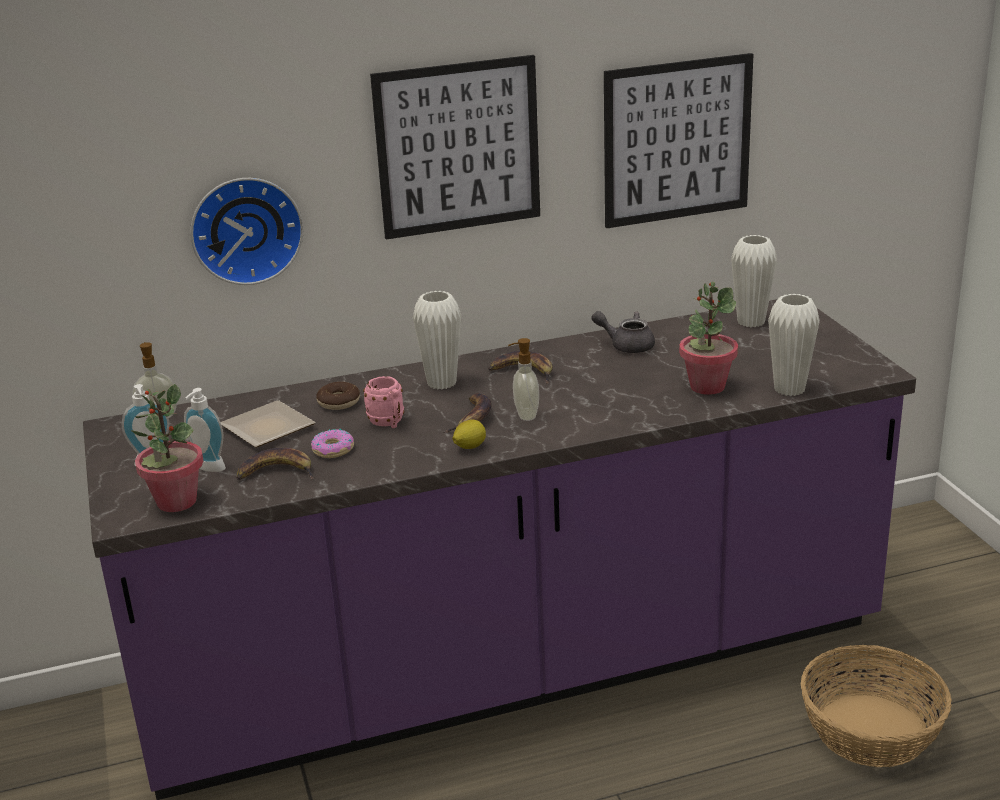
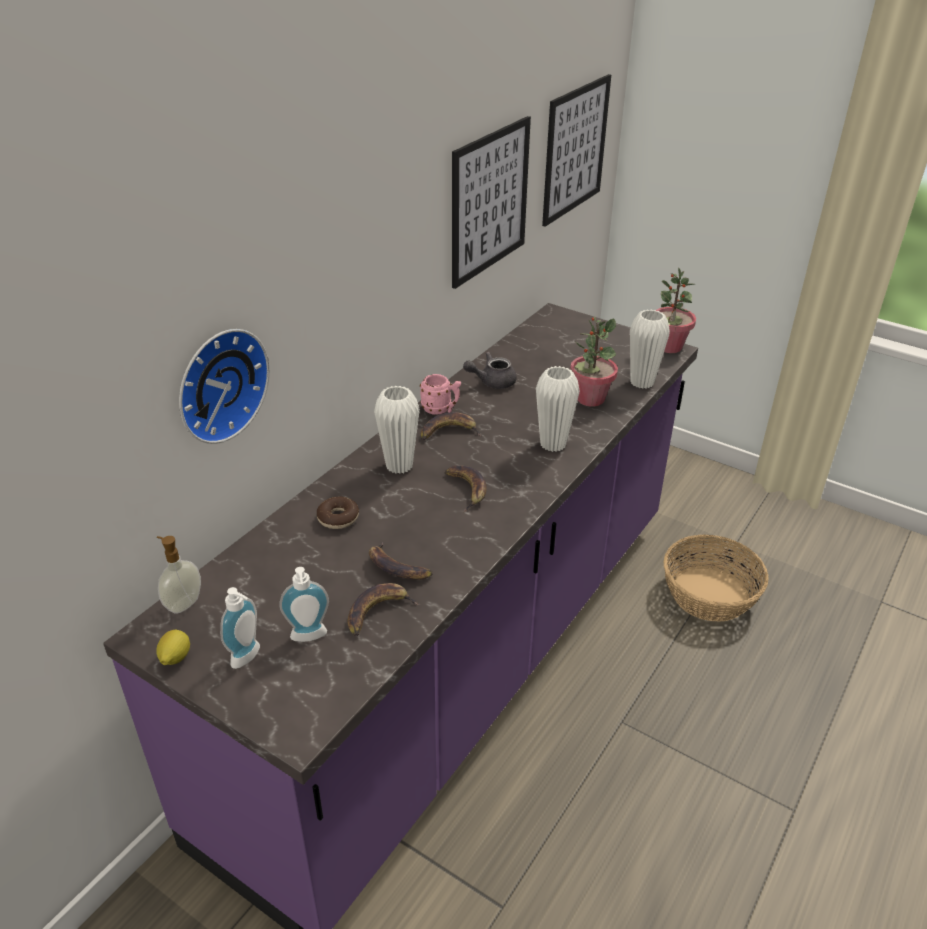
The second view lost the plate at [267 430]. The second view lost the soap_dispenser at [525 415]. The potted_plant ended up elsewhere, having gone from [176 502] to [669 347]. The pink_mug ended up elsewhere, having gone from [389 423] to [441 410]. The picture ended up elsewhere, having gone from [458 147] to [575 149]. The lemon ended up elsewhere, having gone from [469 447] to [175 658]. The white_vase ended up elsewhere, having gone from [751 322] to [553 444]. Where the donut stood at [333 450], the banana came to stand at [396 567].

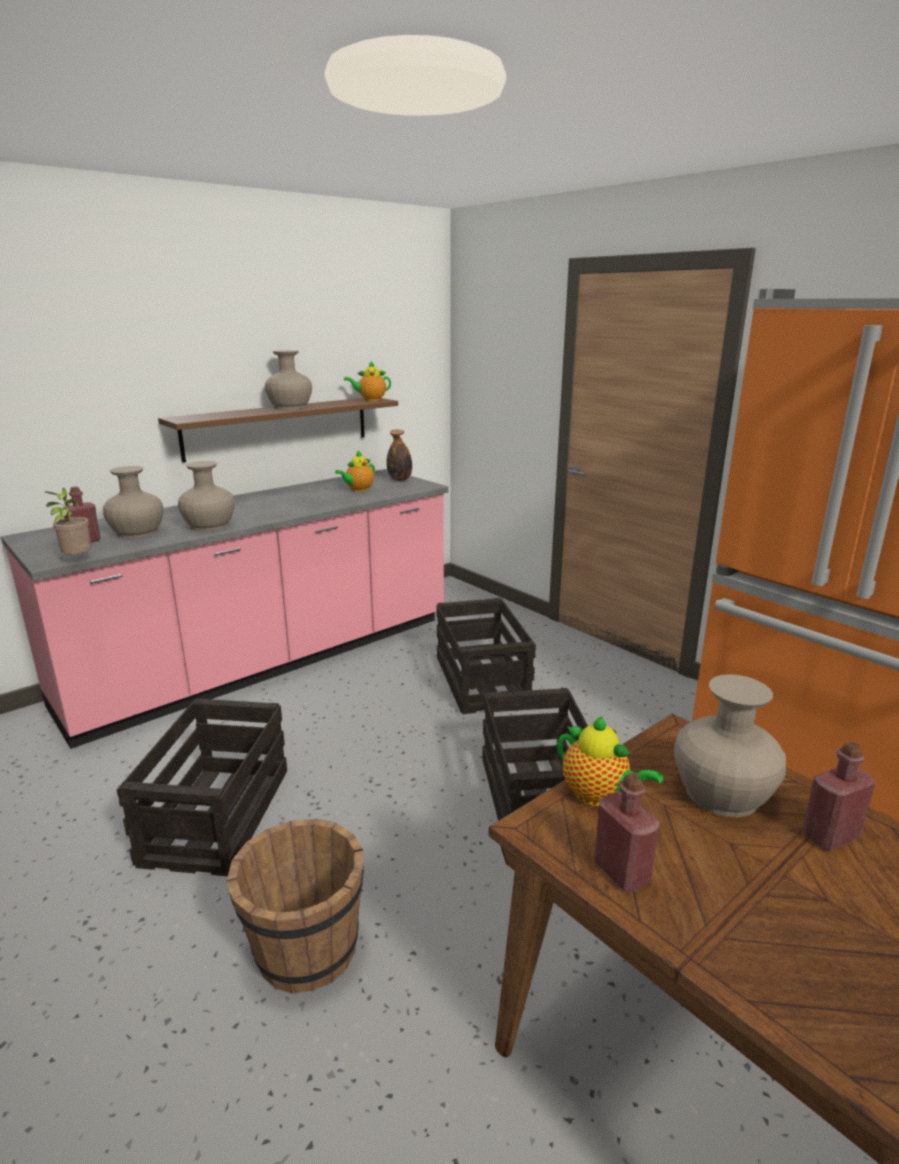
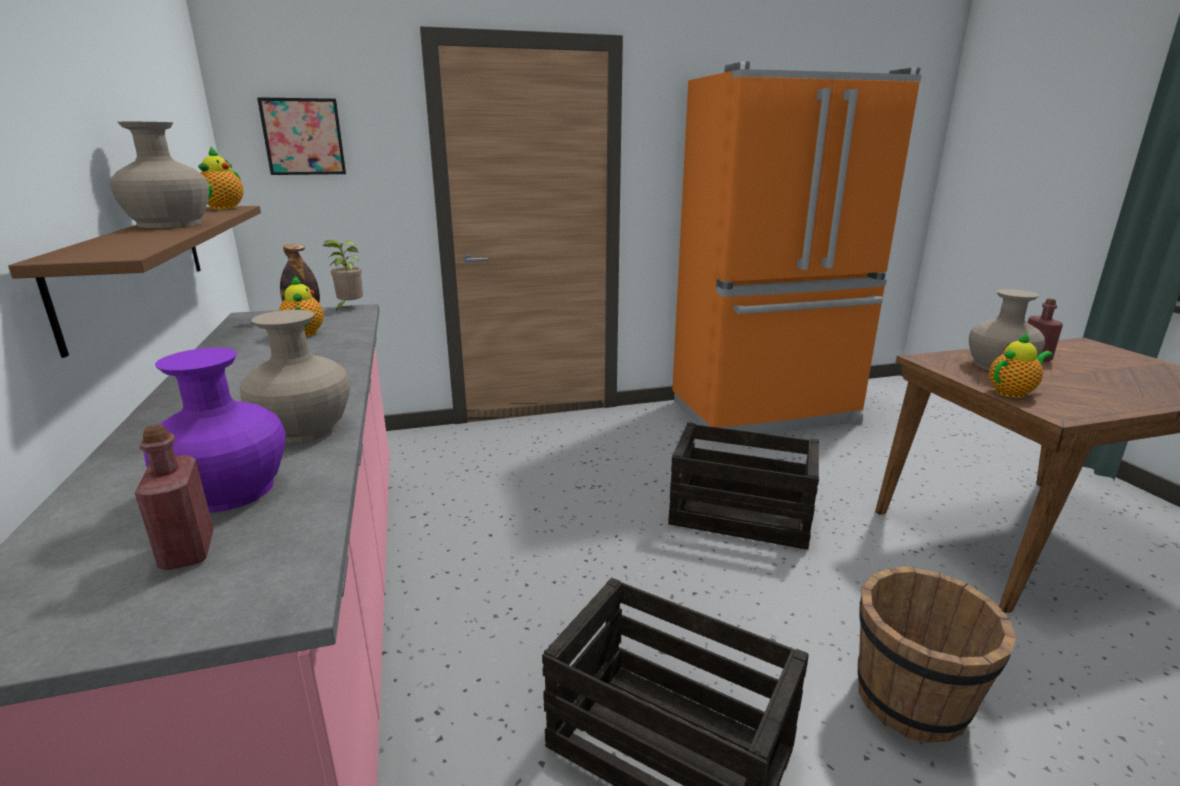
The second view lost the crate at [482 681]. The second view lost the red_bottle at [621 872]. The second view gained the picture at [303 137]. The potted_plant ended up elsewhere, having gone from [77 561] to [349 307]. What was the beige_vase at [137 532] turned into the purple_vase at [228 490].

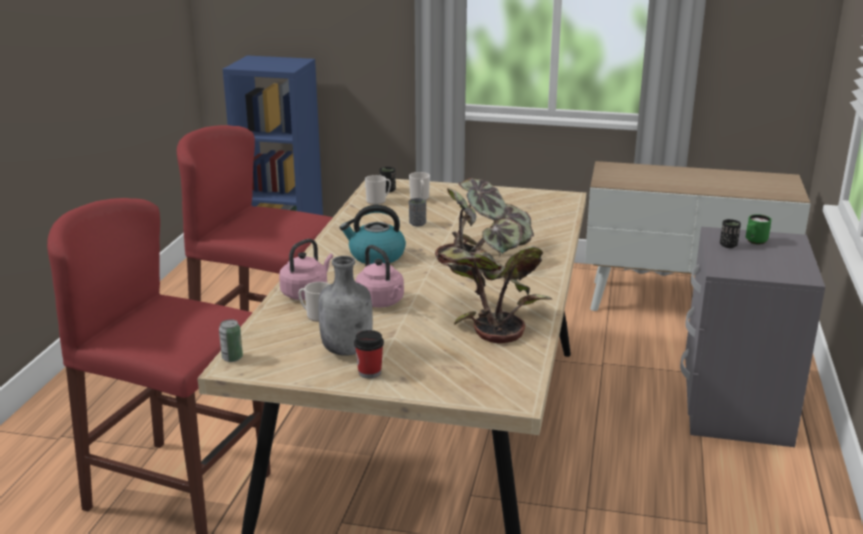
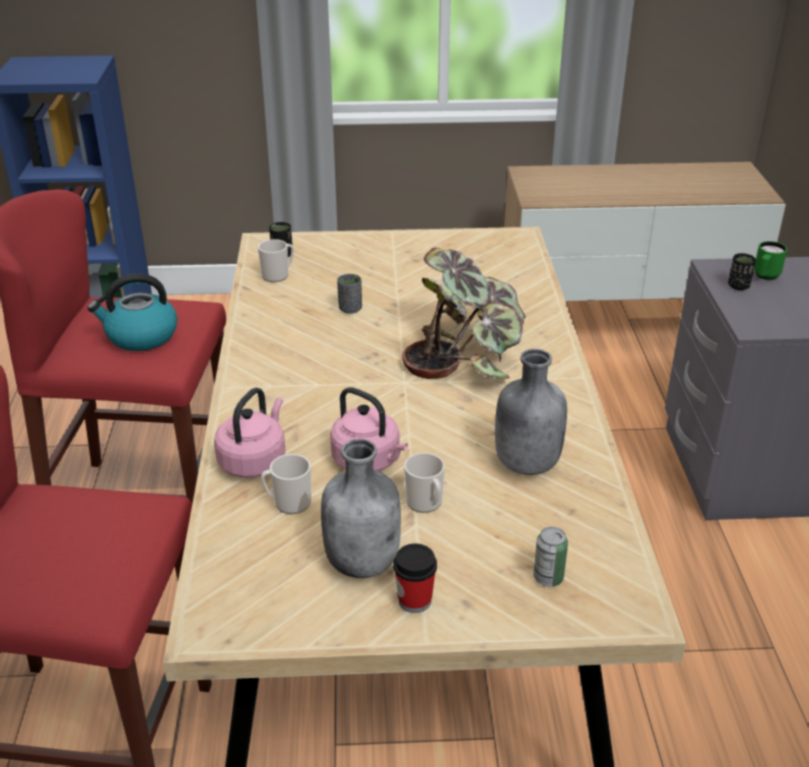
The can ended up elsewhere, having gone from [232 358] to [548 578]. The kettle ended up elsewhere, having gone from [376 256] to [140 336]. The mug ended up elsewhere, having gone from [420 199] to [426 503]. Where the potted_plant stood at [488 317], the grey_bottle came to stand at [525 464].

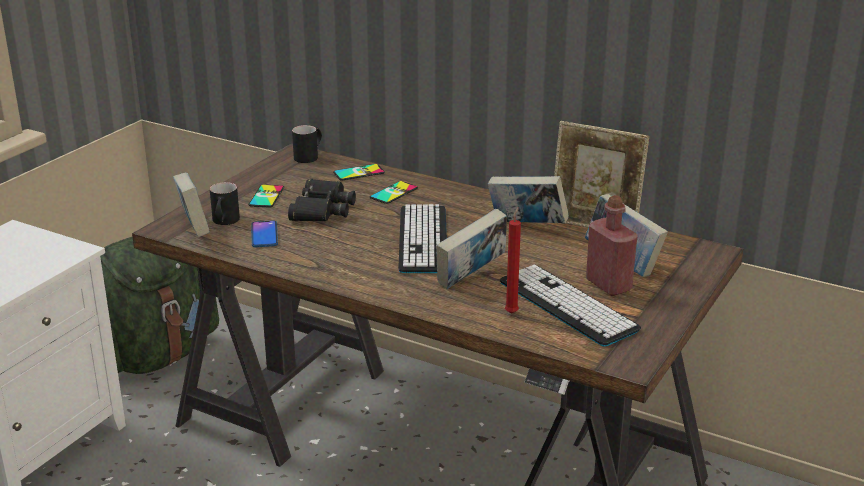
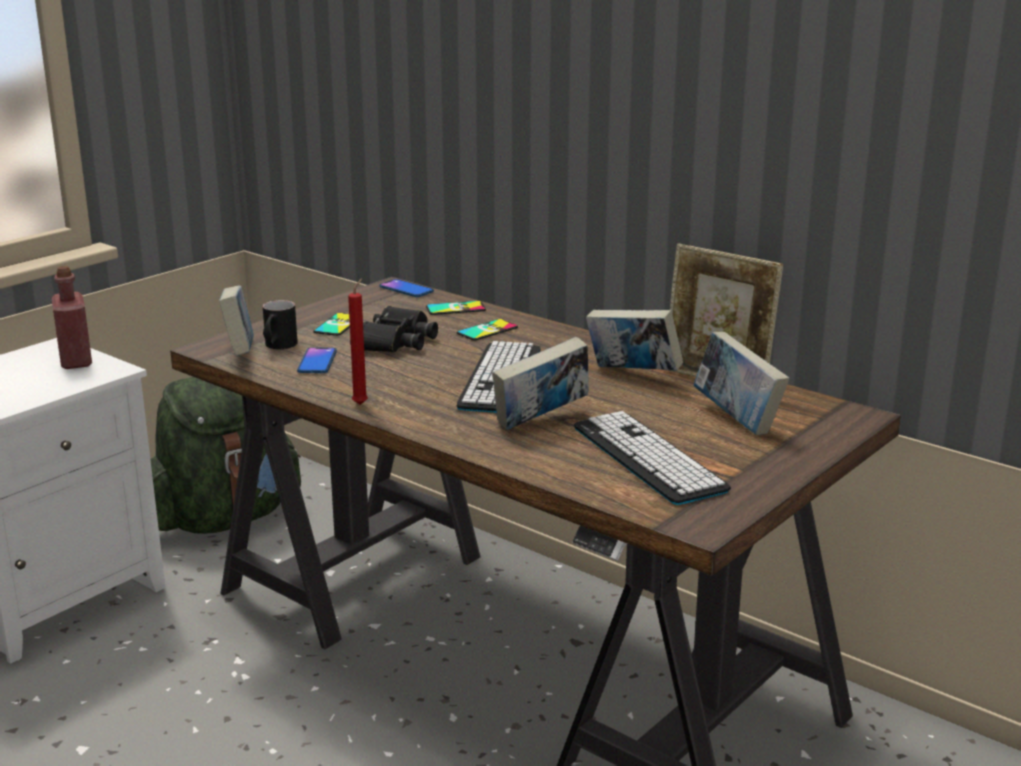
The red_candle ended up elsewhere, having gone from [512 312] to [361 403]. The red_bottle ended up elsewhere, having gone from [608 285] to [76 361]. Where the black_mug stood at [309 156], the phone came to stand at [406 289].

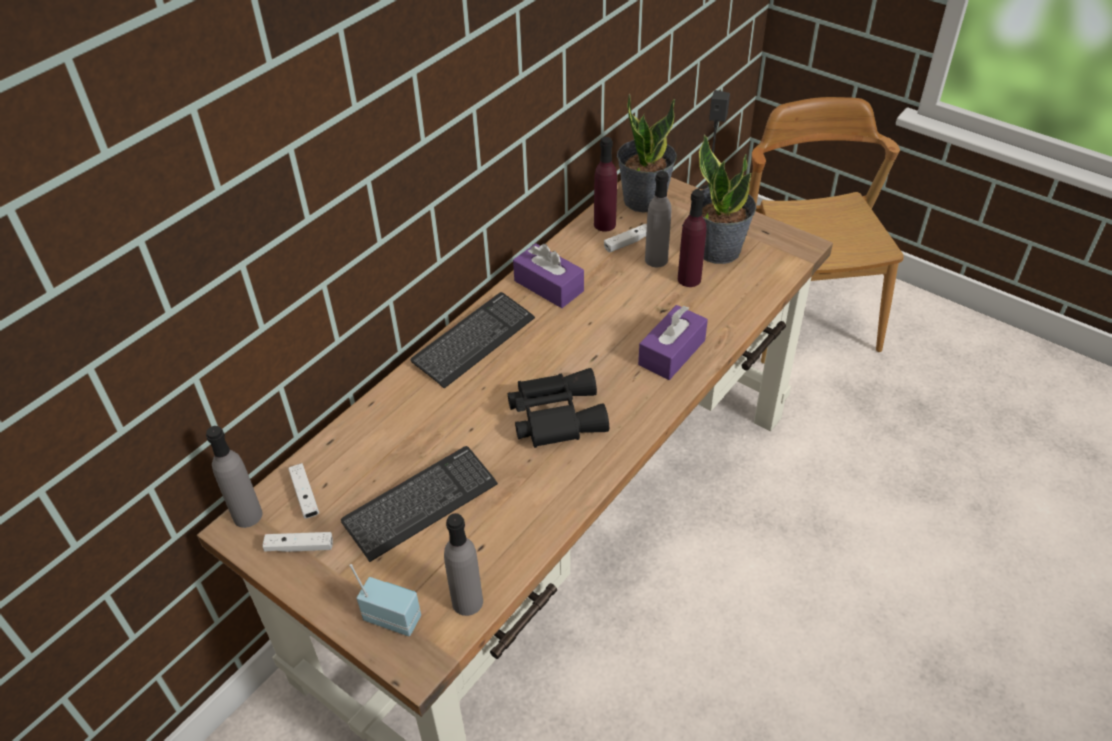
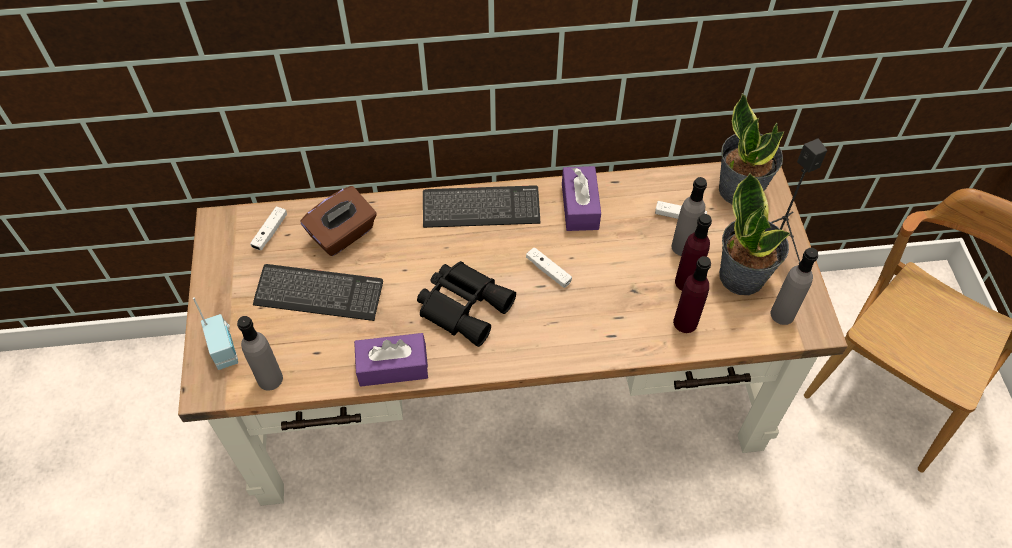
The second view gained the brown_tissue_box at [343 234]. The grey_bottle ended up elsewhere, having gone from [247 515] to [782 314]. The white_game_controller ended up elsewhere, having gone from [299 547] to [548 271]. The purple_bottle ended up elsewhere, having gone from [604 224] to [685 322]. The purple_tissue_box ended up elsewhere, having gone from [672 352] to [392 366].

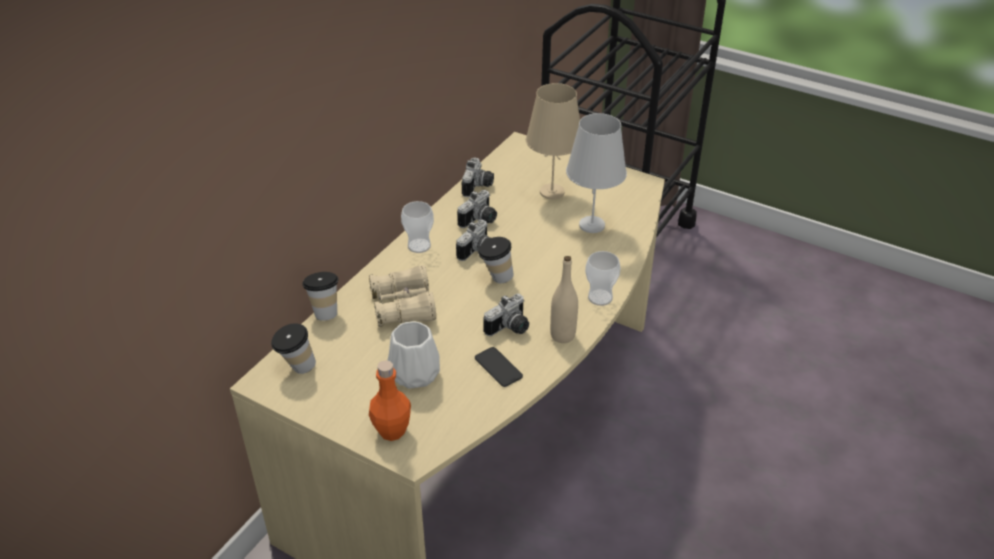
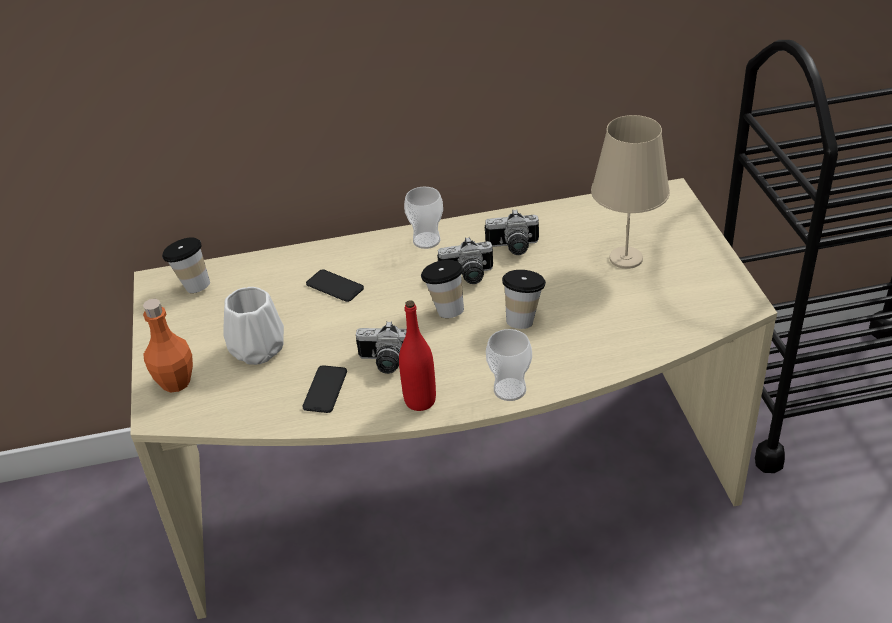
The second view lost the photo_camera at [479 186]. The second view lost the white_table_lamp at [592 225]. The cup ended up elsewhere, having gone from [325 312] to [523 319]. Where the beige_binoculars stood at [403 307], the phone came to stand at [335 286]. What was the beige_bottle at [562 335] turned into the red_bottle at [420 401].

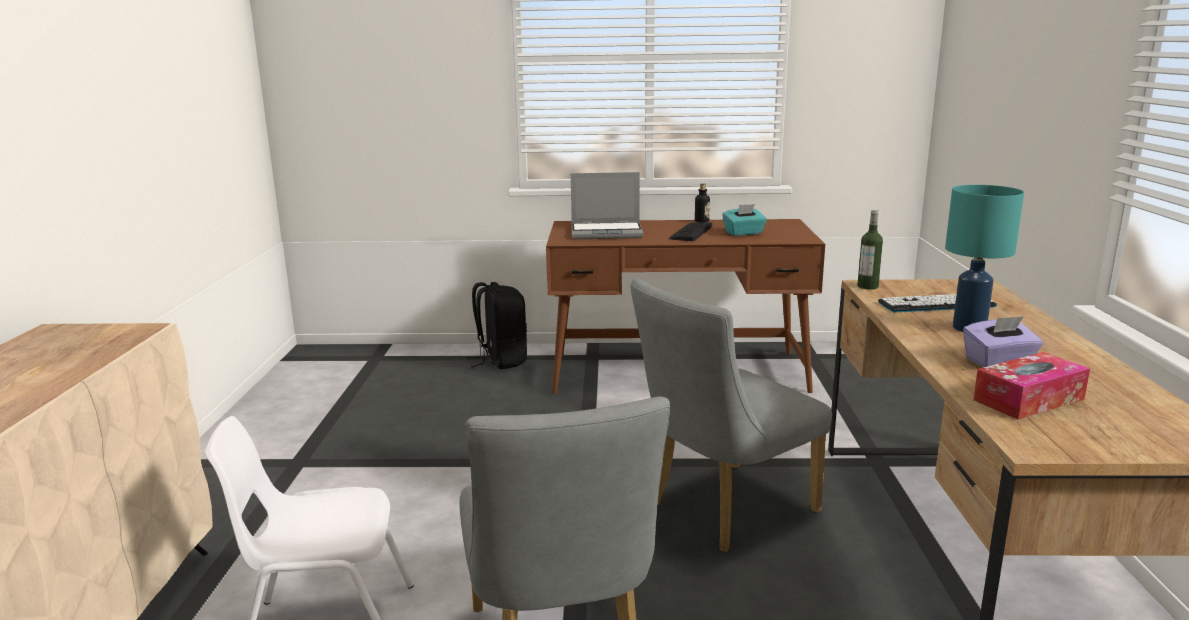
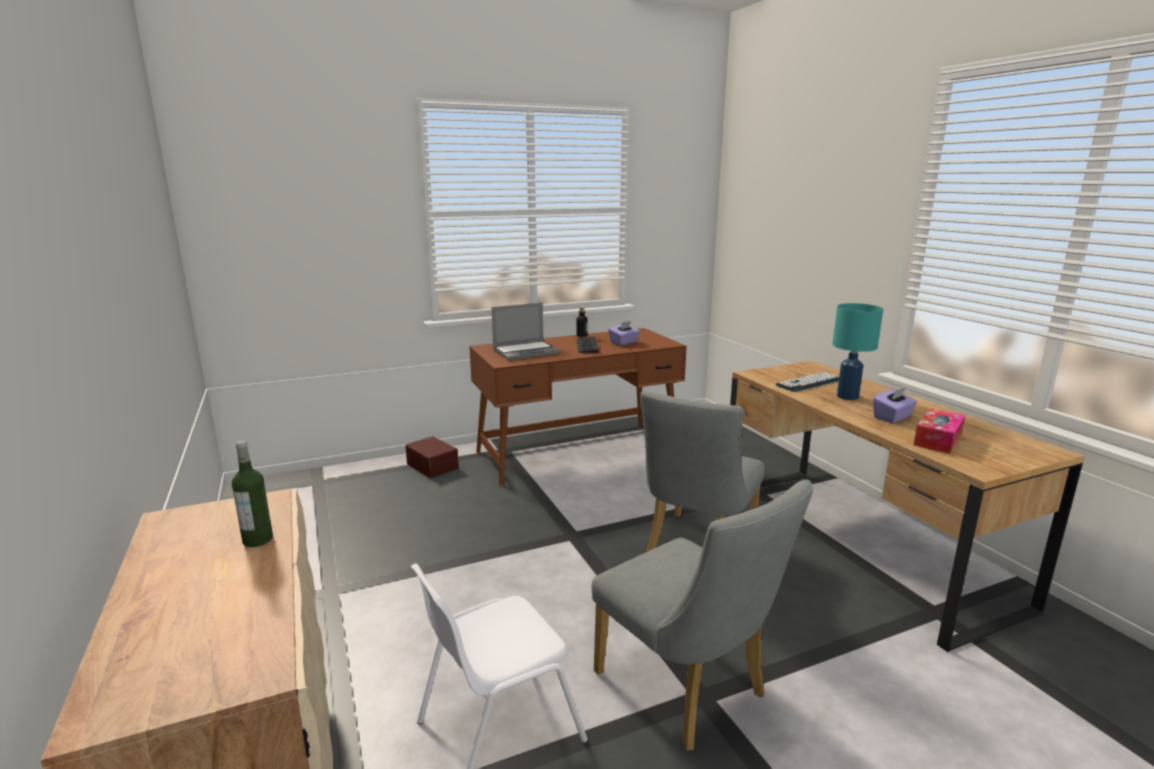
The bottle ended up elsewhere, having gone from [867 286] to [258 540]. Where the black_backpack stood at [501 360], the brown_storage_box came to stand at [433 465]. What was the turquoise_tissue_box at [744 233] turned into the purple_tissue_box at [624 343].

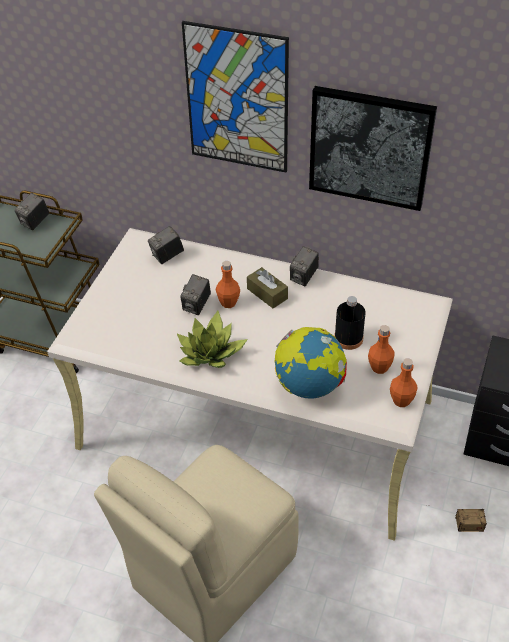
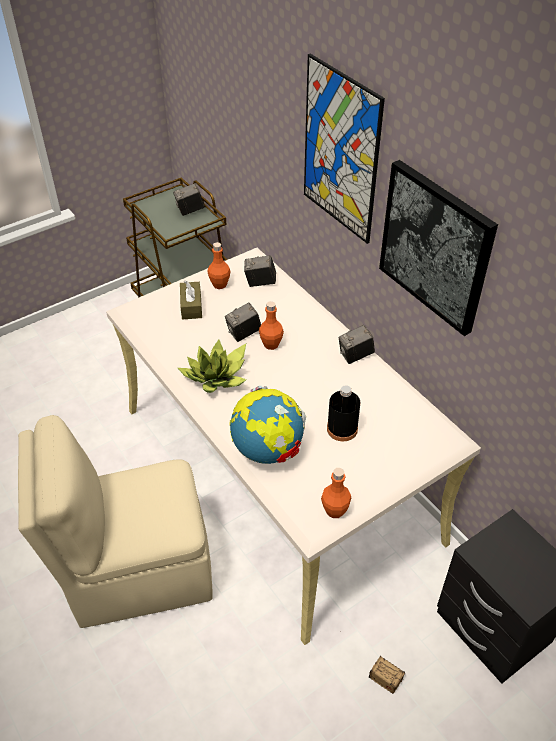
The brown_tissue_box ended up elsewhere, having gone from [267 293] to [191 306]. The orange_bottle ended up elsewhere, having gone from [379 367] to [219 284].

